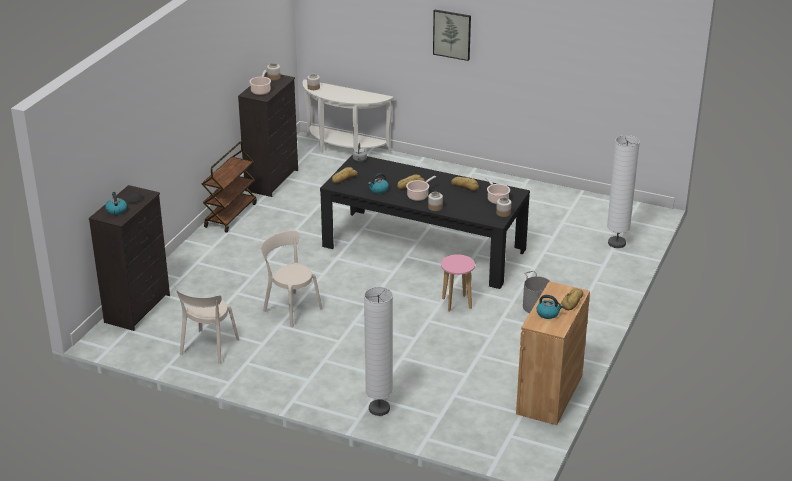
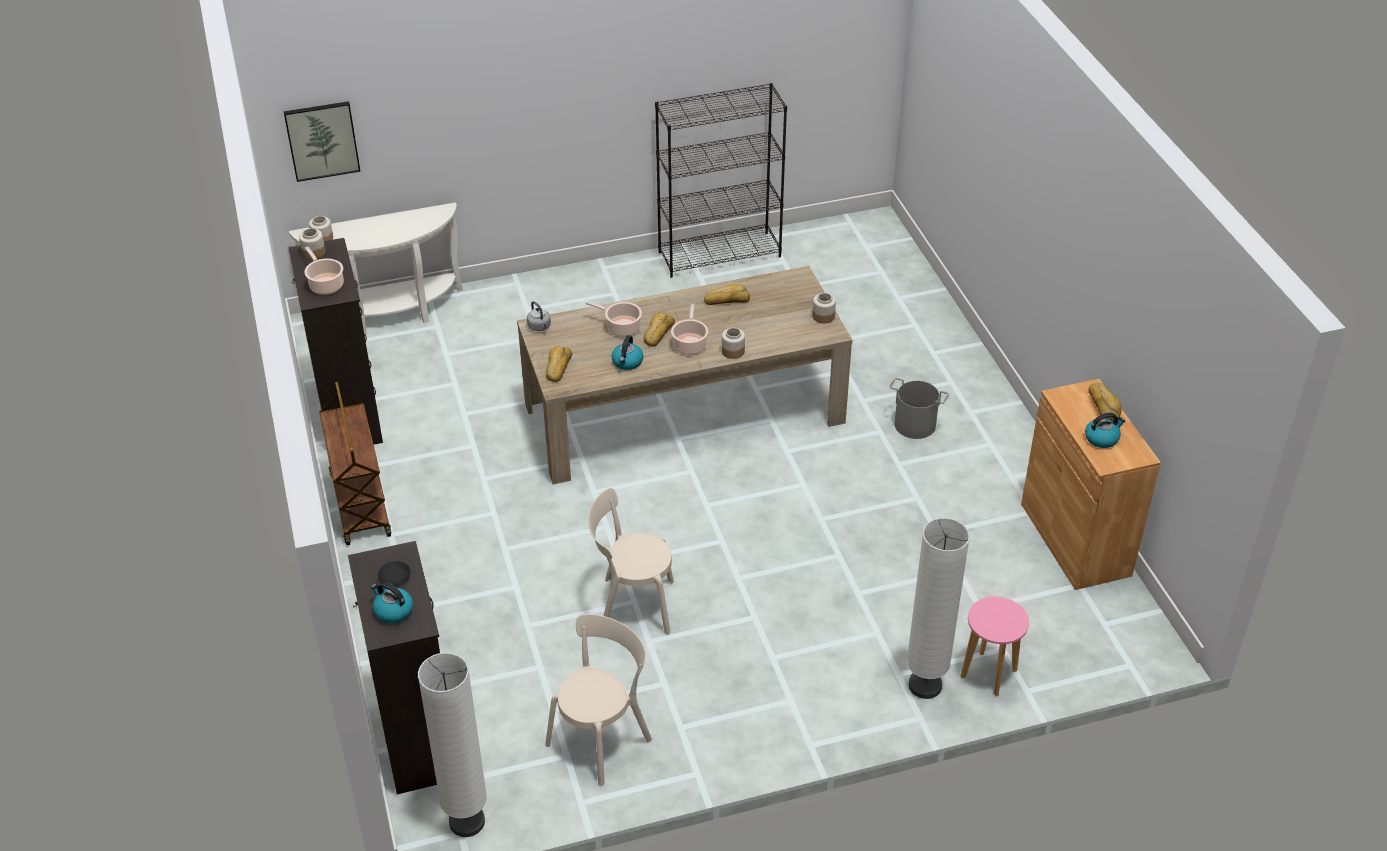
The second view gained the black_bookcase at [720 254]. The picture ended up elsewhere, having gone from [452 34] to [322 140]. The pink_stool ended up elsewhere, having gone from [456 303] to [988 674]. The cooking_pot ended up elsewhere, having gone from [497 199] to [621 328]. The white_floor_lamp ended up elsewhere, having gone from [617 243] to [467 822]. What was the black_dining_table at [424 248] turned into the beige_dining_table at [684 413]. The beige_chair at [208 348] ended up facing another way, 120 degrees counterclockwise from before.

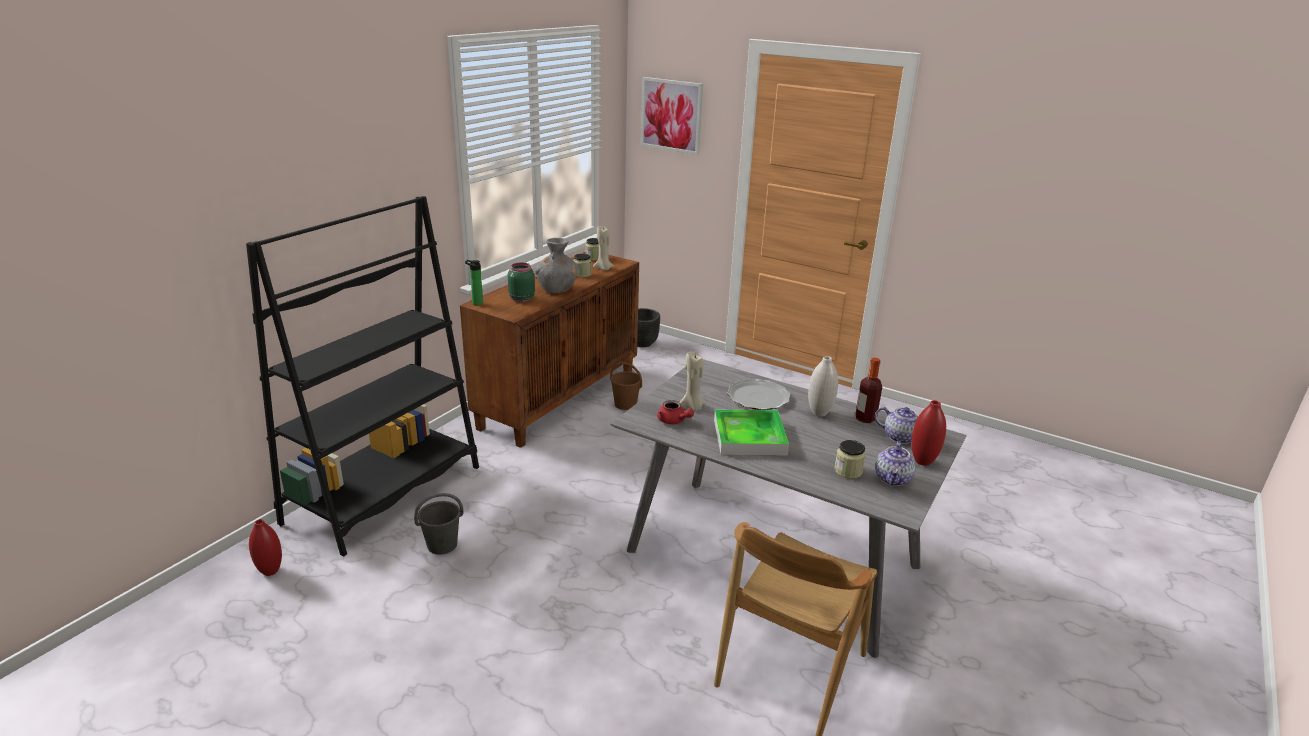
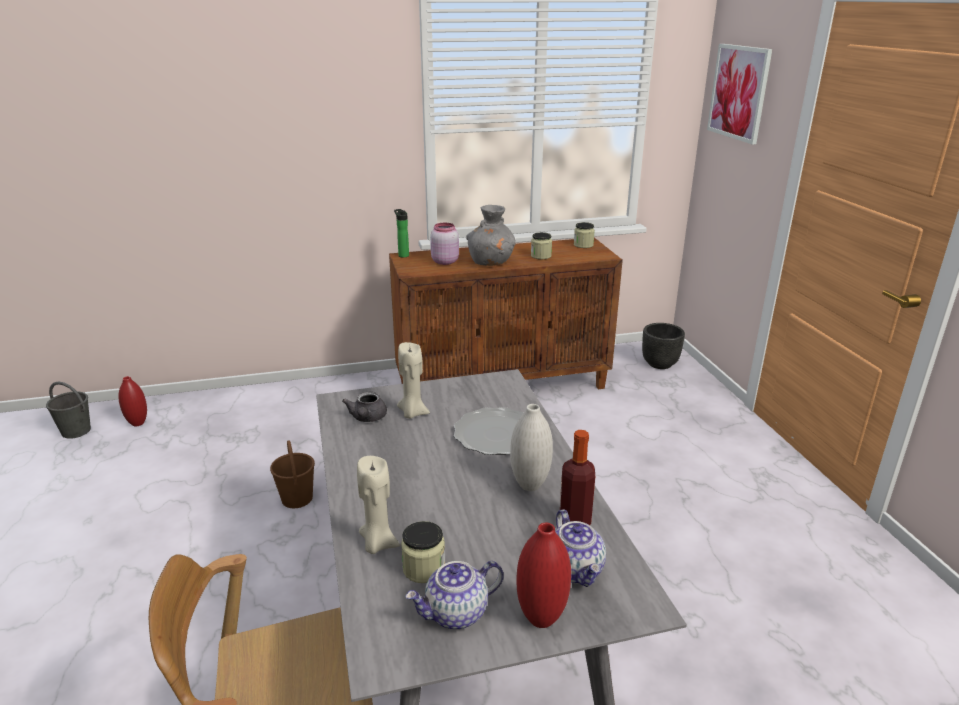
The second view lost the black_bookcase at [384 494]. The second view lost the tray at [749 437]. The grey_bucket ended up elsewhere, having gone from [443 545] to [76 431]. The beige_candle ended up elsewhere, having gone from [603 268] to [377 544]. The brown_bucket ended up elsewhere, having gone from [626 404] to [297 499]. What was the green_jar at [521 298] turned into the pink_jar at [444 261]. What was the red_teapot at [673 421] turned into the grey_teapot at [367 418].

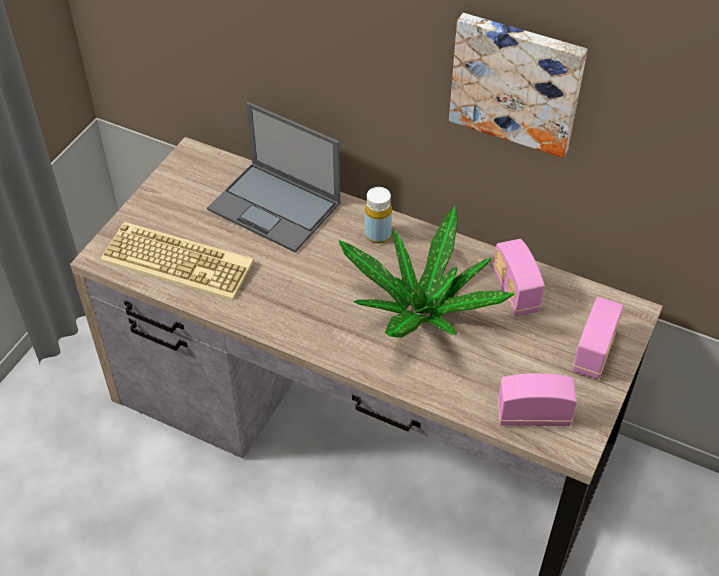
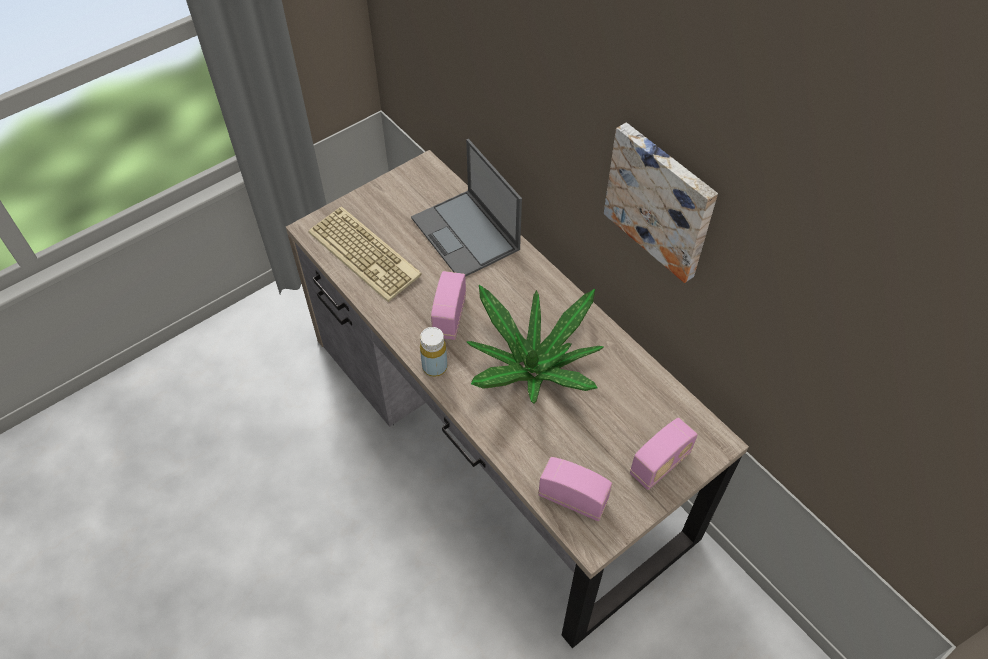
The yellow_bottle ended up elsewhere, having gone from [377 235] to [434 367]. The radio ended up elsewhere, having gone from [515 292] to [449 317].

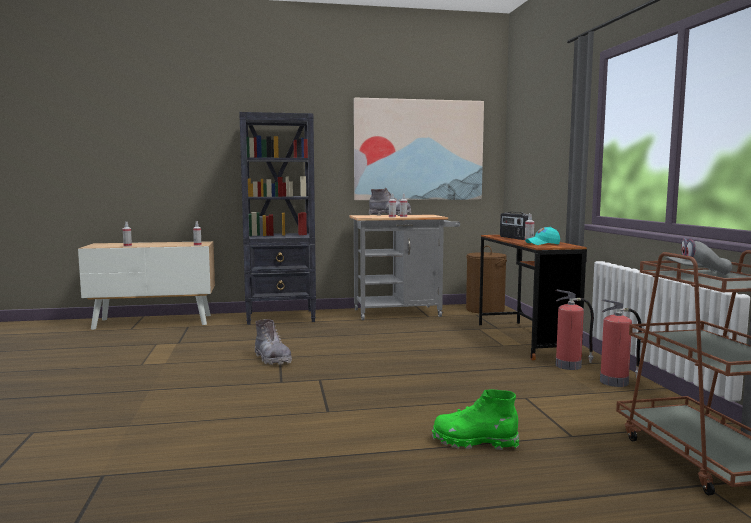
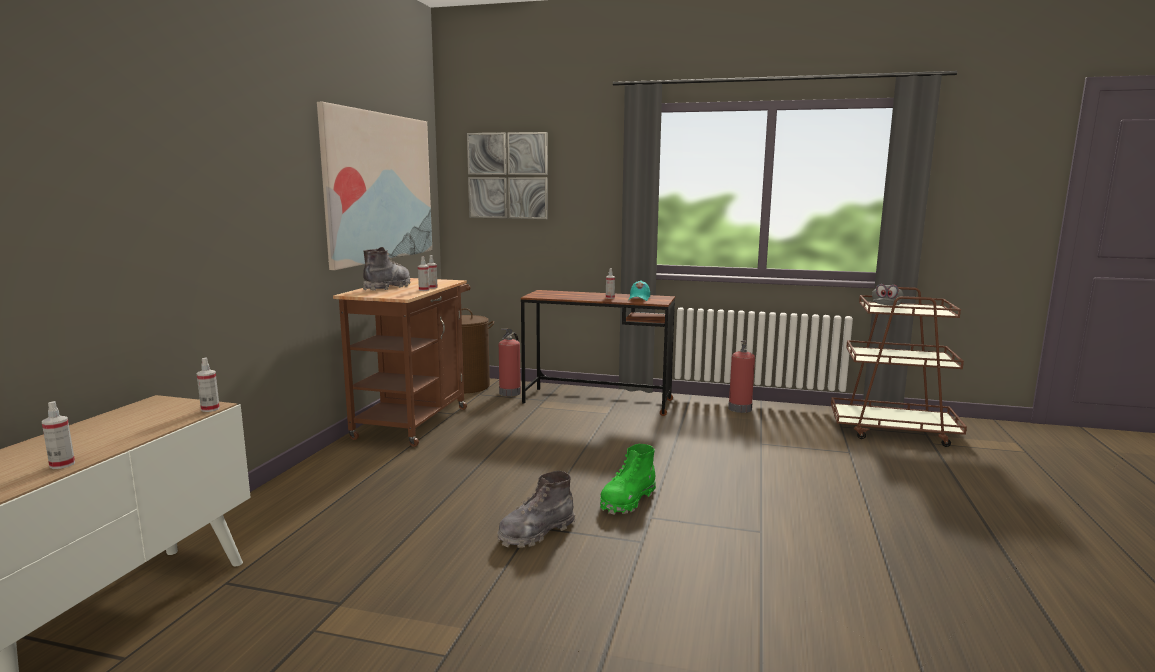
The second view lost the black_bookcase at [281 317]. The second view lost the radio at [514 238]. The second view gained the picture at [508 176]. The green_boot ended up elsewhere, having gone from [474 442] to [627 501]. The fire_extinguisher ended up elsewhere, having gone from [569 366] to [510 392]. What was the grey_cart at [403 312] turned into the brown_cart at [415 420]. The grey_boot at [272 359] ended up facing another way, 150 degrees clockwise from before.

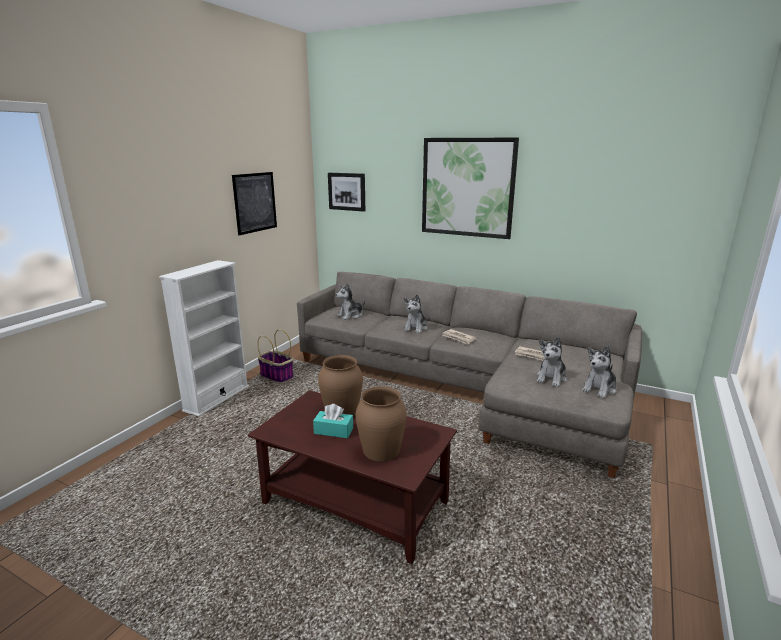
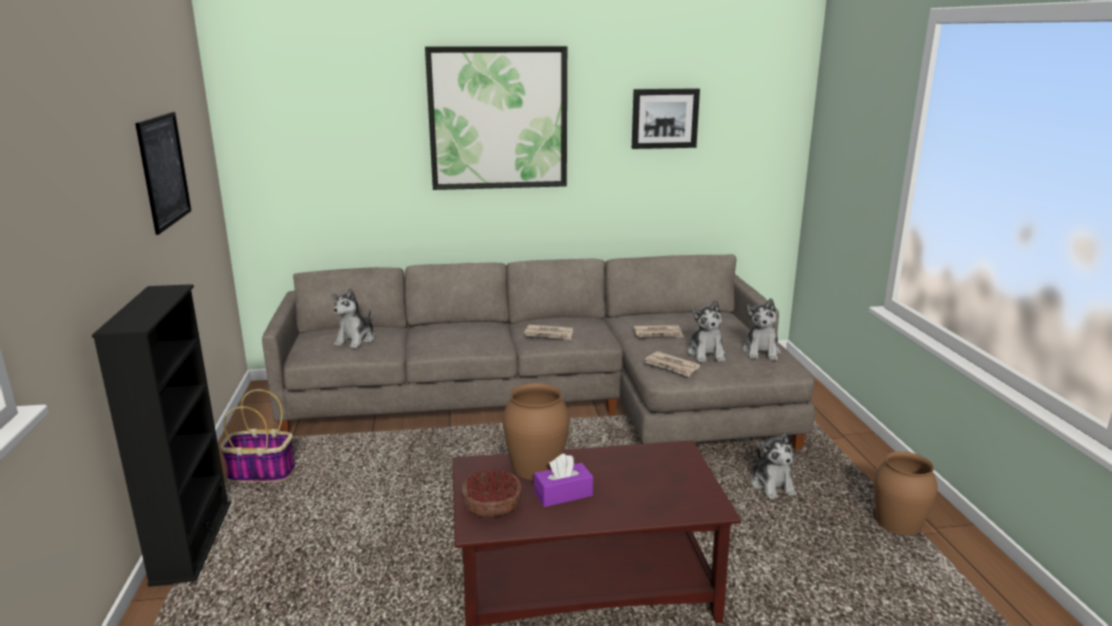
The second view gained the bowl at [492 507]. The second view gained the newspaper at [672 366]. The picture ended up elsewhere, having gone from [347 191] to [664 118]. The brown_vase ended up elsewhere, having gone from [380 450] to [898 524]. The plush_toy ended up elsewhere, having gone from [416 328] to [772 485]. What was the white_bookcase at [217 398] turned into the black_bookcase at [192 542]. What was the turquoise_tissue_box at [333 431] turned into the purple_tissue_box at [563 494].

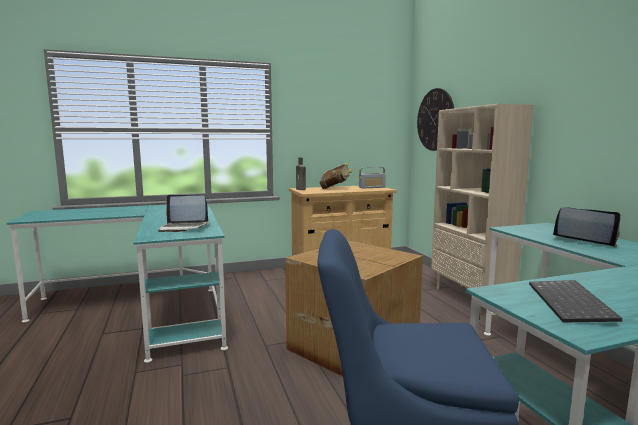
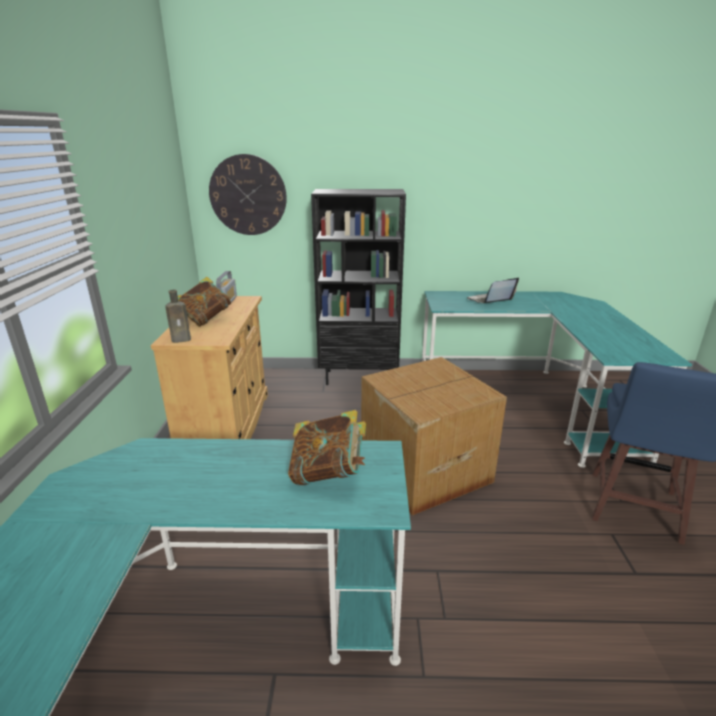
The second view lost the keyboard at [572 303]. Where the laptop stood at [183 228], the book came to stand at [328 473]. What was the beige_bookcase at [470 298] turned into the black_bookcase at [359 377].

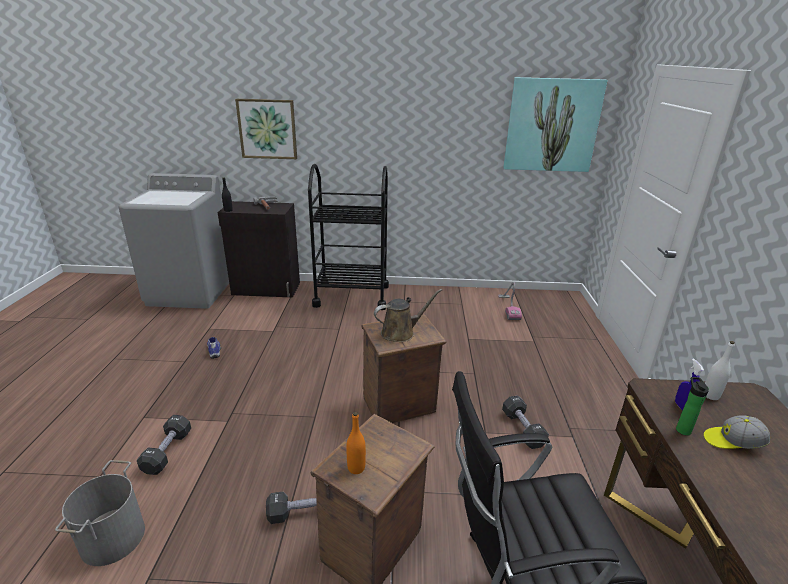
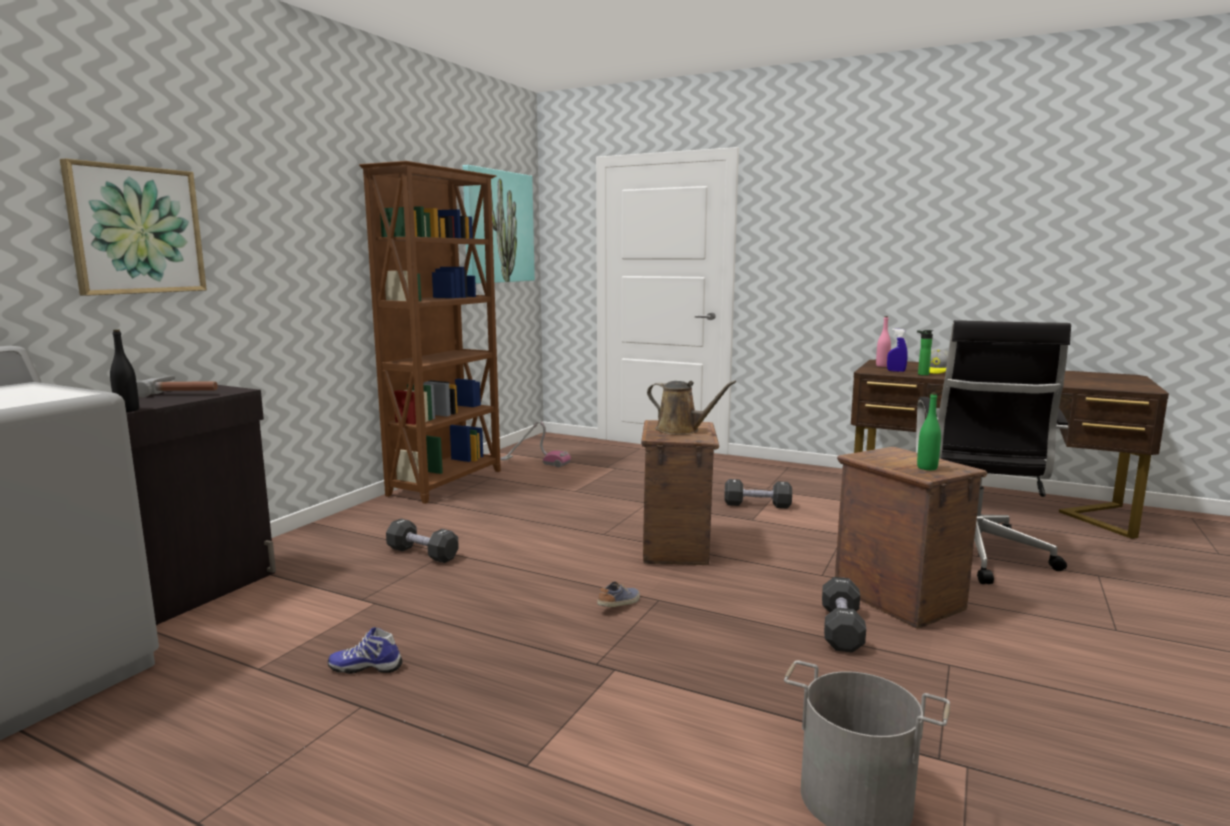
The second view lost the black_cart at [352 296]. The second view gained the brown_bookcase at [447 482]. The second view gained the shoe at [620 604]. The black_dumbbell ended up elsewhere, having gone from [167 452] to [422 553]. What was the orange_bottle at [356 468] turned into the green_bottle at [927 468]. What was the white_bottle at [710 395] turned into the pink_bottle at [882 366]. The brown_watering_can at [401 333] ended up facing another way, 120 degrees clockwise from before.

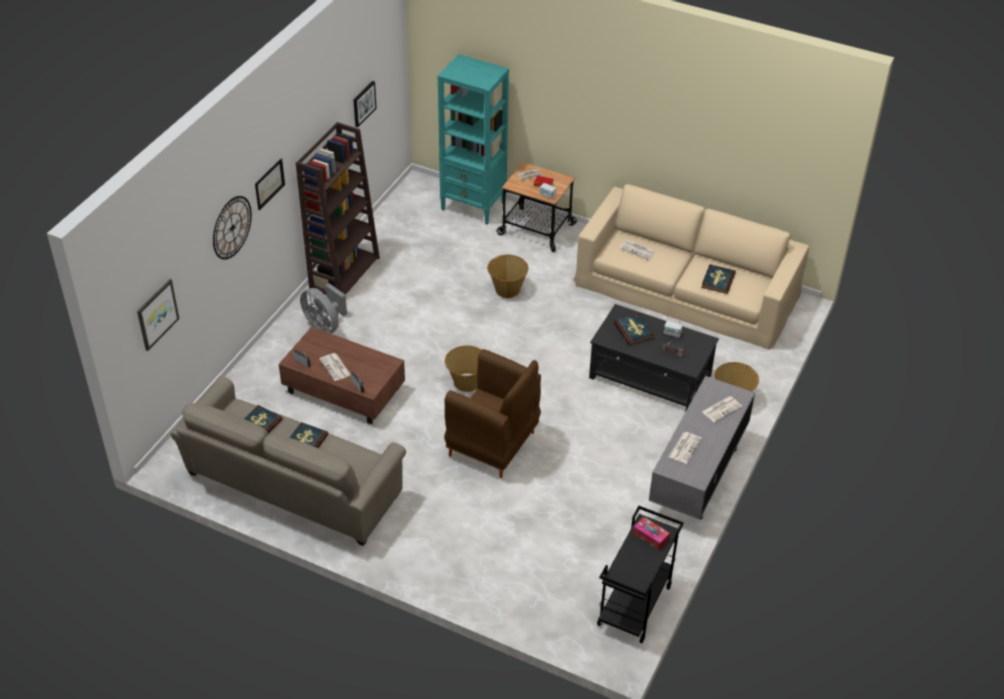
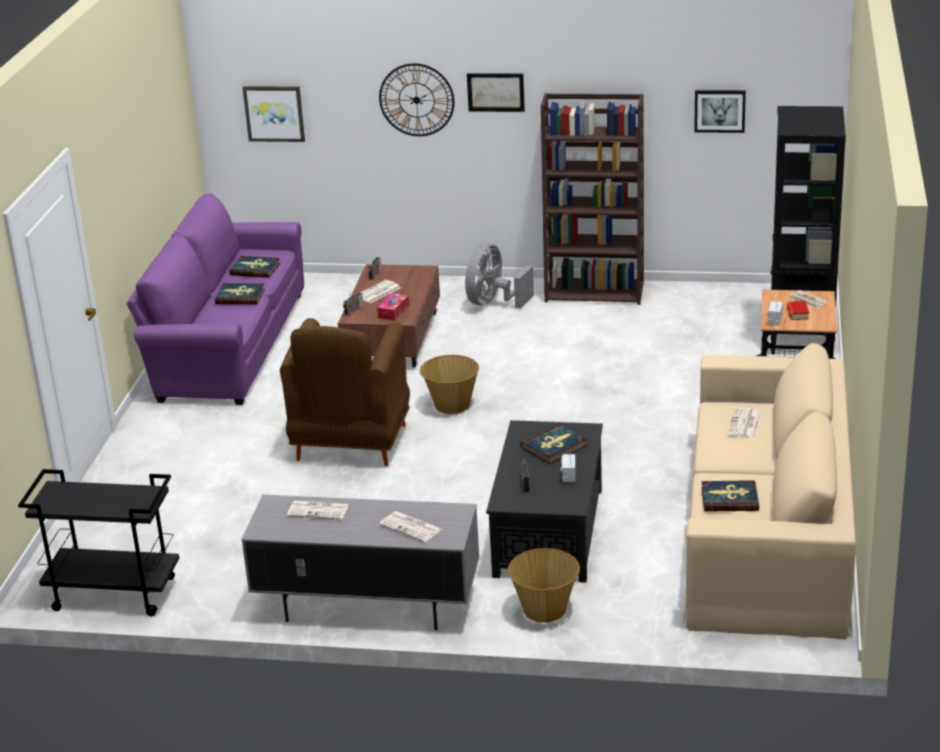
The second view lost the basket at [507 289]. The tissue_box ended up elsewhere, having gone from [650 536] to [393 312]. What was the beige_sofa at [291 488] turned into the purple_sofa at [226 345]. What was the turquoise_bookcase at [473 206] turned into the black_bookcase at [800 337].

